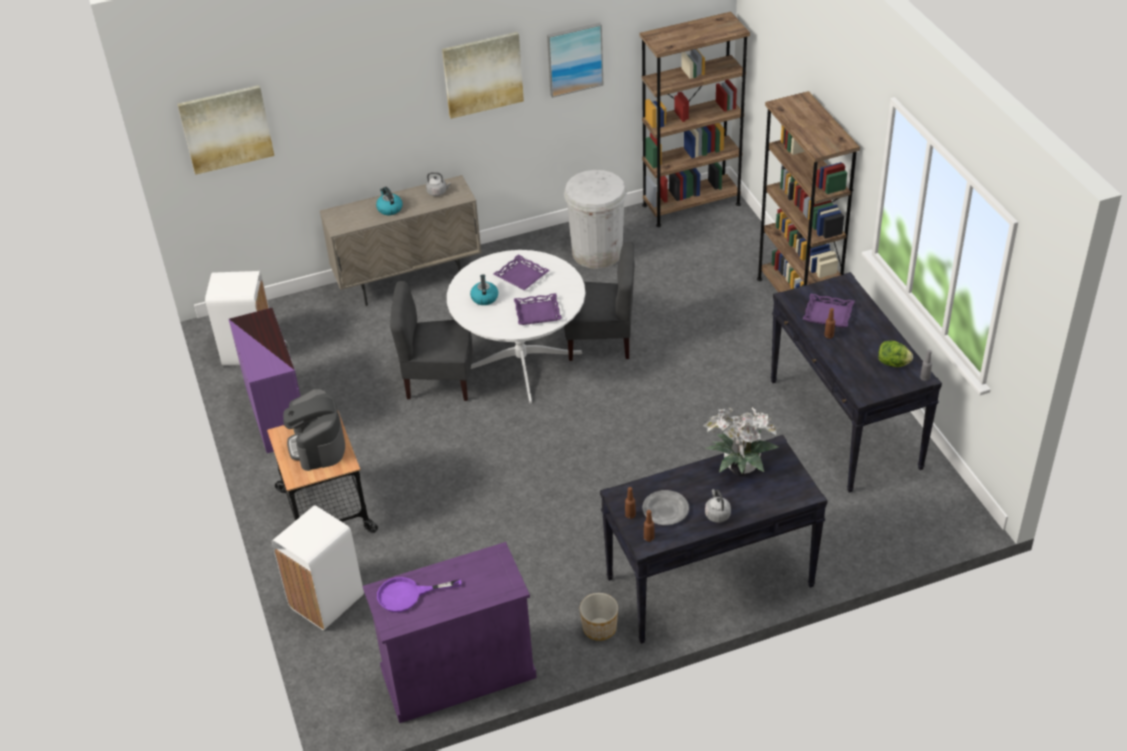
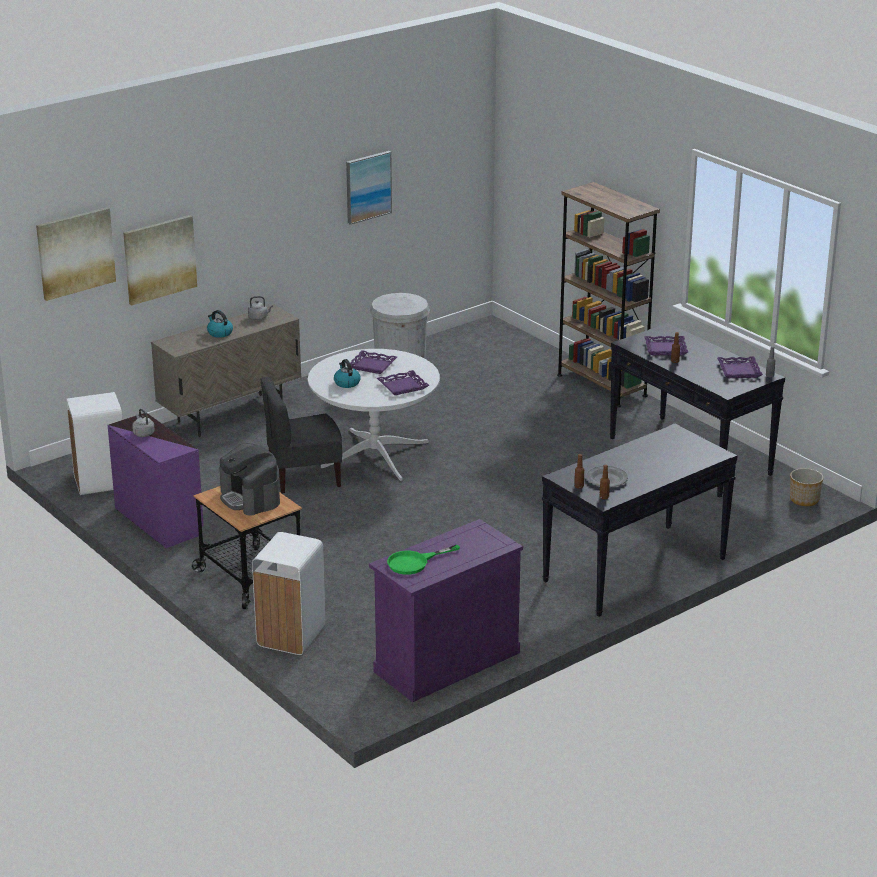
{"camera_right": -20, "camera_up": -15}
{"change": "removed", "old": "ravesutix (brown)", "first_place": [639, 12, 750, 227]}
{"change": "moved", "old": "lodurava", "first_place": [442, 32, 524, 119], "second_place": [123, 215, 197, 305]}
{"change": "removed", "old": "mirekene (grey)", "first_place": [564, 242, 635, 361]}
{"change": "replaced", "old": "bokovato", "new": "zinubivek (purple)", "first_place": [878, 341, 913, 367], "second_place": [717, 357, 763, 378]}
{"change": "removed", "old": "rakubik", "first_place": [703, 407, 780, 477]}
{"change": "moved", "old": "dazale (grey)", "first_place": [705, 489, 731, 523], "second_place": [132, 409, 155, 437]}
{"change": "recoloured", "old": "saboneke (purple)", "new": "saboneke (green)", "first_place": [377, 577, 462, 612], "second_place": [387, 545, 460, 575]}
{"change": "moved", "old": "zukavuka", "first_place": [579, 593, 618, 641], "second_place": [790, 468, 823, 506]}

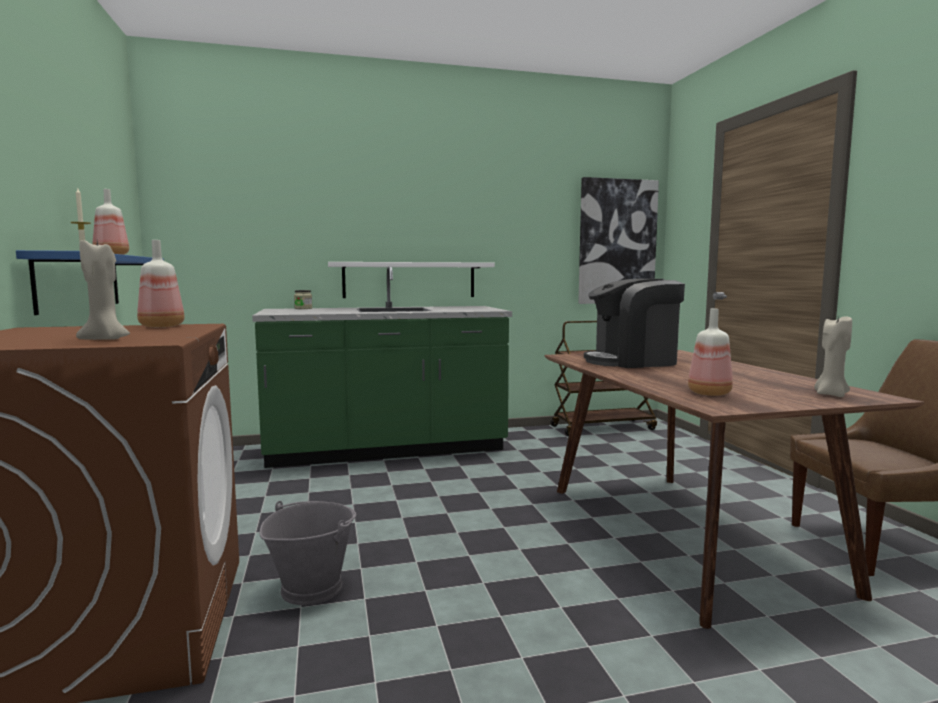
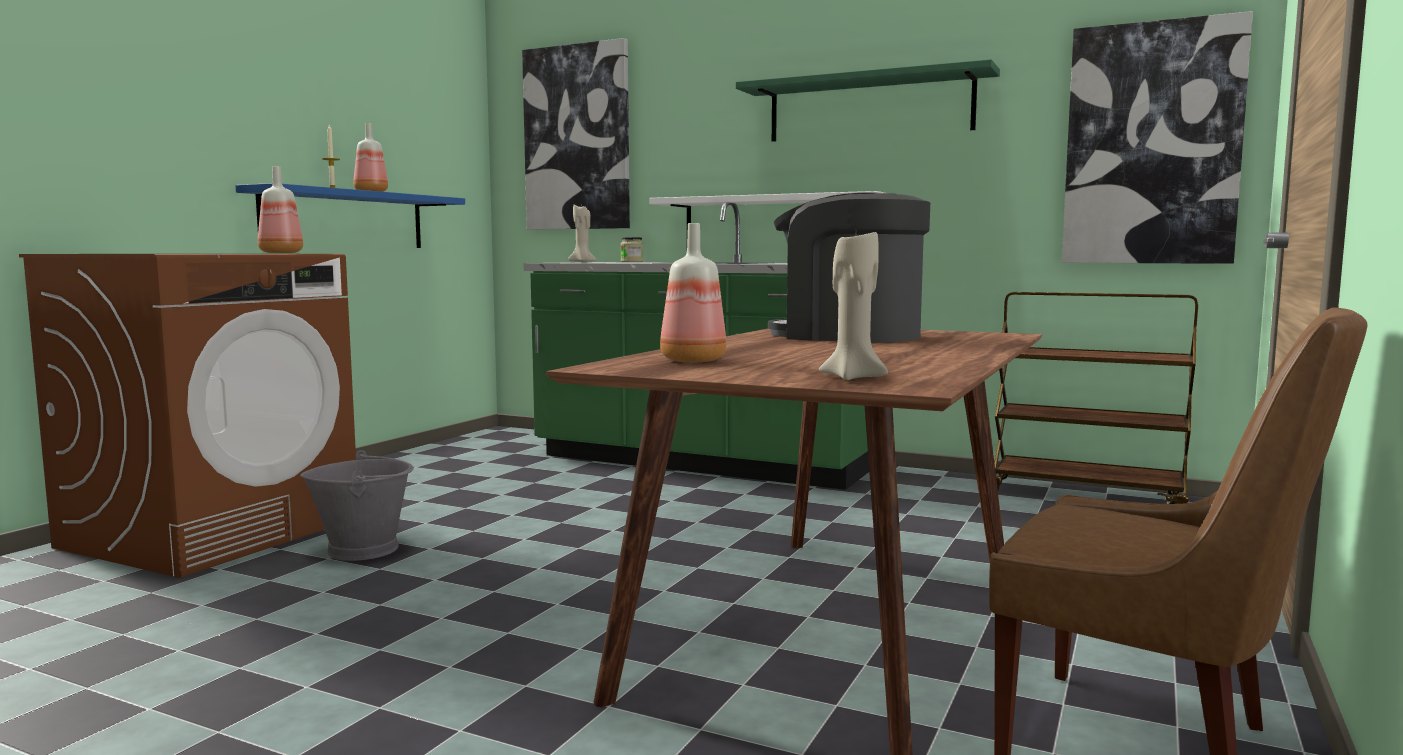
{"camera_right": 40, "camera_up": 0}
{"change": "moved", "old": "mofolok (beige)", "first_place": [76, 240, 130, 340], "second_place": [568, 204, 596, 262]}
{"change": "added", "new": "lodurava", "second_place": [522, 38, 630, 230]}
{"change": "added", "new": "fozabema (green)", "second_place": [736, 59, 1000, 142]}

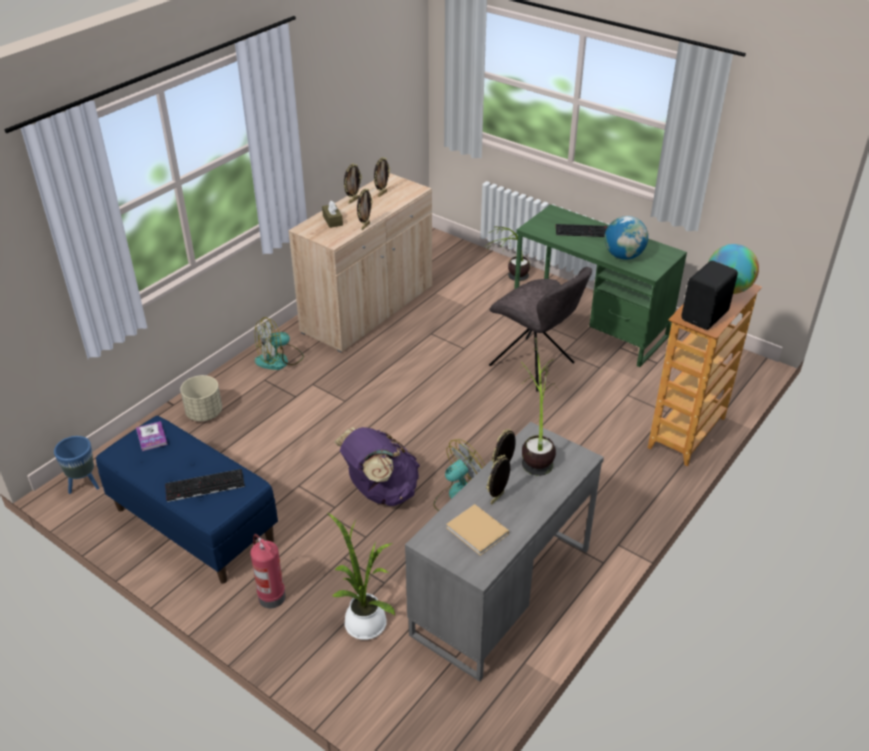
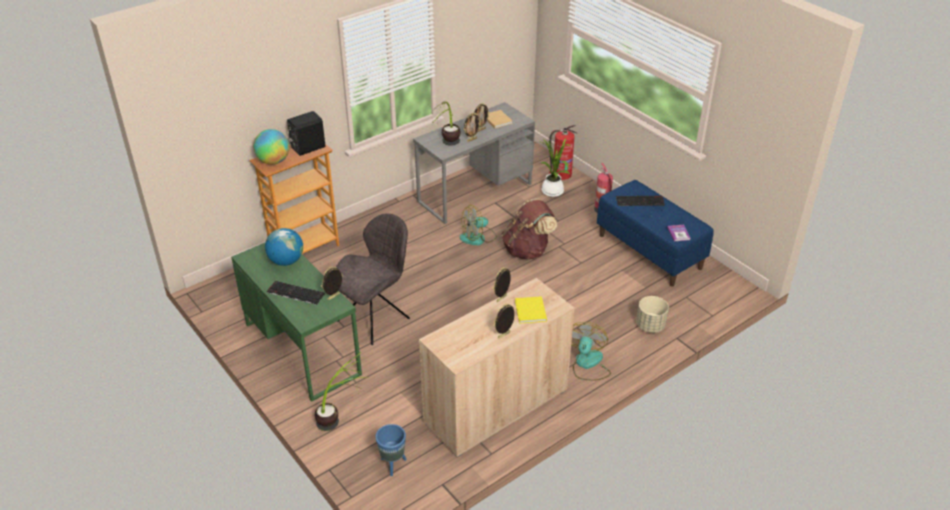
{"camera_right": -165, "camera_up": 0}
{"change": "moved", "old": "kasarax", "first_place": [374, 157, 390, 197], "second_place": [321, 266, 343, 300]}
{"change": "replaced", "old": "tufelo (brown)", "new": "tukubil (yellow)", "first_place": [322, 200, 343, 228], "second_place": [515, 296, 547, 324]}
{"change": "turned", "old": "mirekene (grey)", "first_place": [489, 267, 592, 392], "second_place": [336, 214, 410, 345], "degrees": 75}
{"change": "turned", "old": "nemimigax", "first_place": [255, 317, 304, 370], "second_place": [571, 322, 611, 381], "degrees": -60}
{"change": "recoloured", "old": "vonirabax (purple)", "new": "vonirabax (brown)", "first_place": [334, 427, 420, 506], "second_place": [502, 199, 557, 260]}
{"change": "moved", "old": "zukavuka (blue)", "first_place": [54, 436, 100, 494], "second_place": [375, 424, 407, 476]}
{"change": "added", "new": "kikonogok", "second_place": [549, 125, 577, 180]}

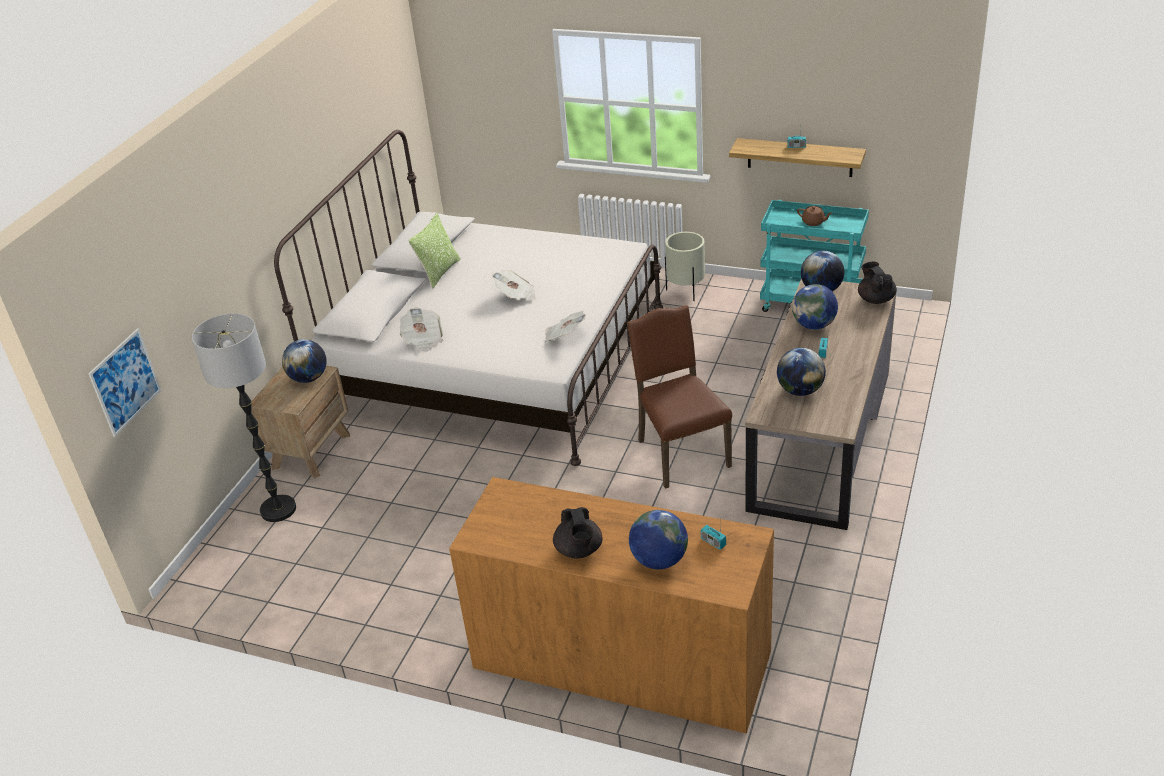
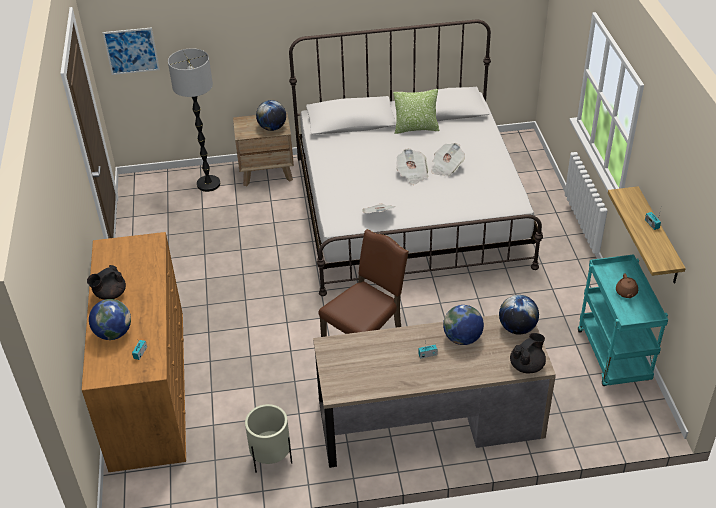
{"camera_right": 60, "camera_up": 5}
{"change": "moved", "old": "zukavuka (beige)", "first_place": [665, 232, 705, 301], "second_place": [245, 404, 292, 473]}
{"change": "moved", "old": "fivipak", "first_place": [400, 307, 443, 354], "second_place": [431, 143, 465, 176]}
{"change": "removed", "old": "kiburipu", "first_place": [777, 348, 826, 396]}

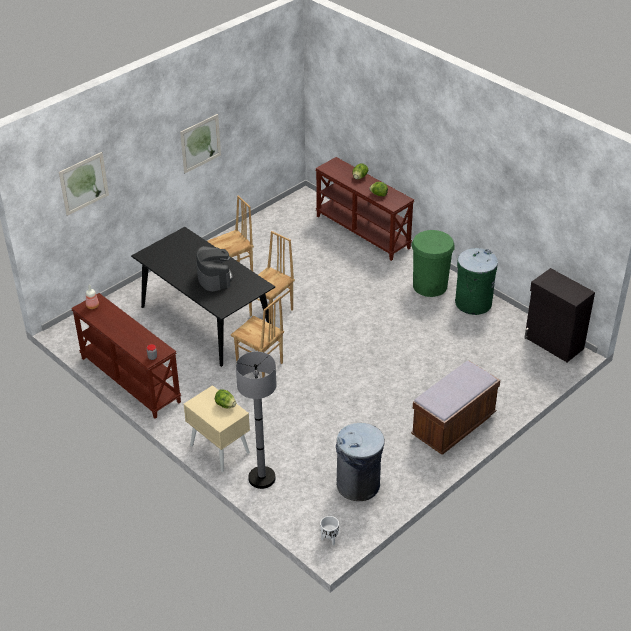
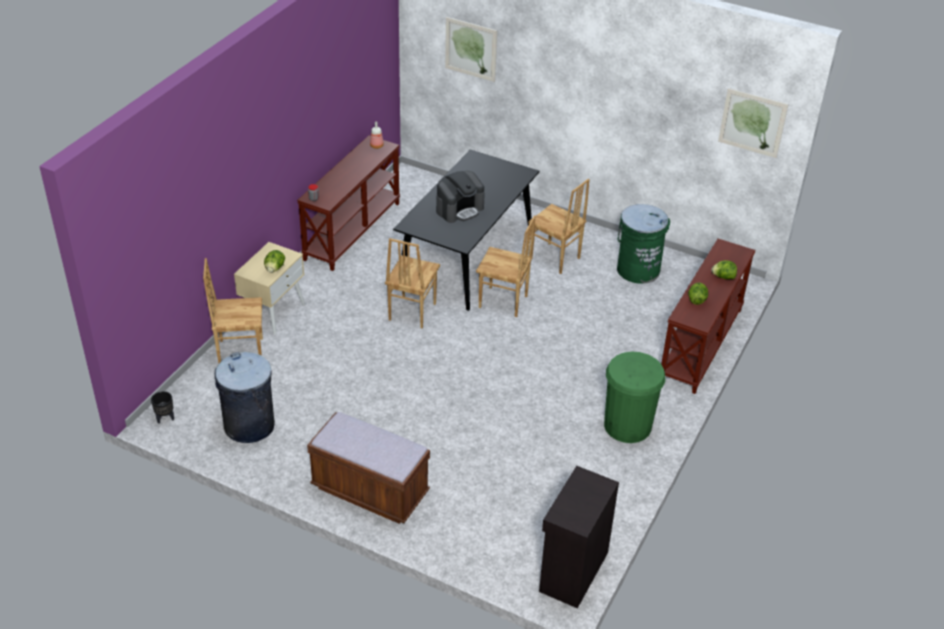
{"camera_right": 70, "camera_up": 0}
{"change": "moved", "old": "lodurava", "first_place": [180, 114, 221, 173], "second_place": [718, 88, 788, 158]}
{"change": "moved", "old": "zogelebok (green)", "first_place": [455, 248, 498, 315], "second_place": [617, 204, 670, 284]}
{"change": "replaced", "old": "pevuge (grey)", "new": "mirekene (brown)", "first_place": [236, 352, 277, 489], "second_place": [203, 258, 263, 363]}
{"change": "recoloured", "old": "zukavuka (white)", "new": "zukavuka (black)", "first_place": [320, 516, 339, 545], "second_place": [151, 391, 174, 424]}

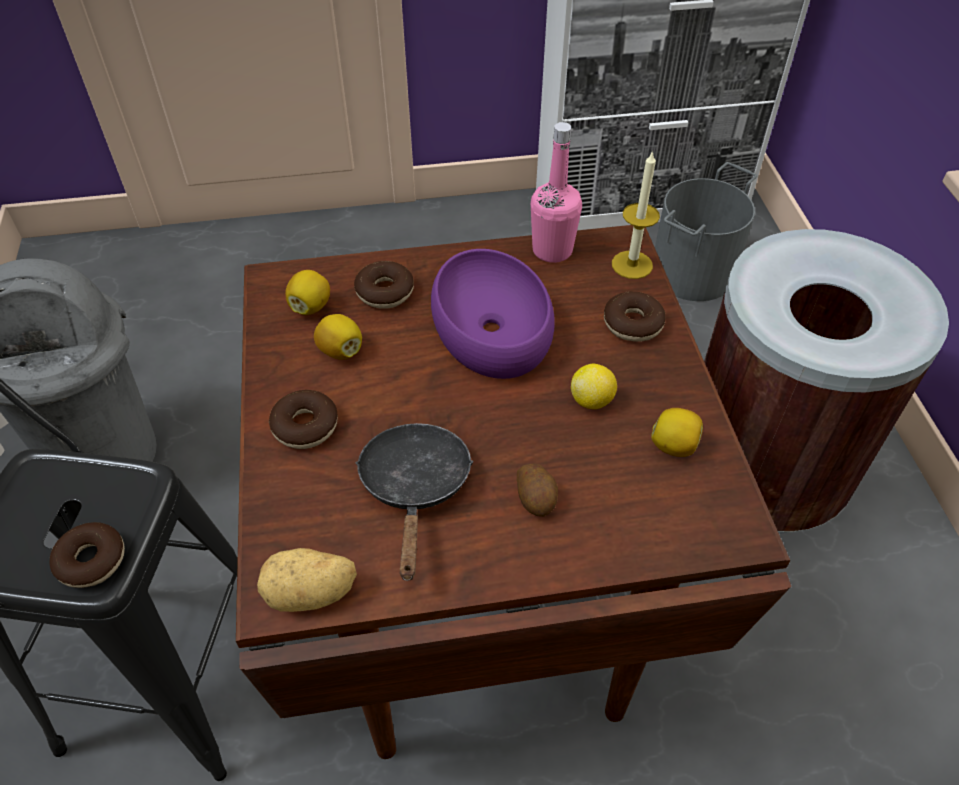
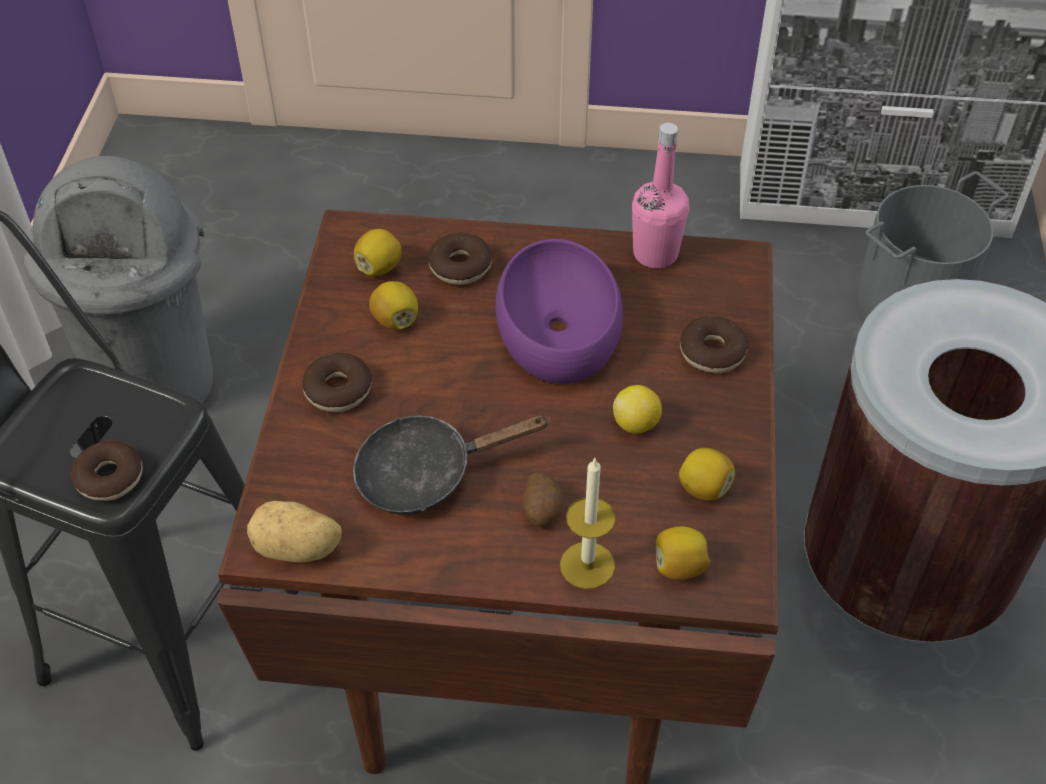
{"camera_right": 15, "camera_up": 0}
{"change": "moved", "old": "mofolok", "first_place": [612, 150, 660, 279], "second_place": [560, 457, 615, 589]}
{"change": "turned", "old": "saboneke (black)", "first_place": [356, 423, 473, 581], "second_place": [353, 415, 550, 515], "degrees": -120}
{"change": "added", "new": "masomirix", "second_place": [656, 526, 710, 580]}

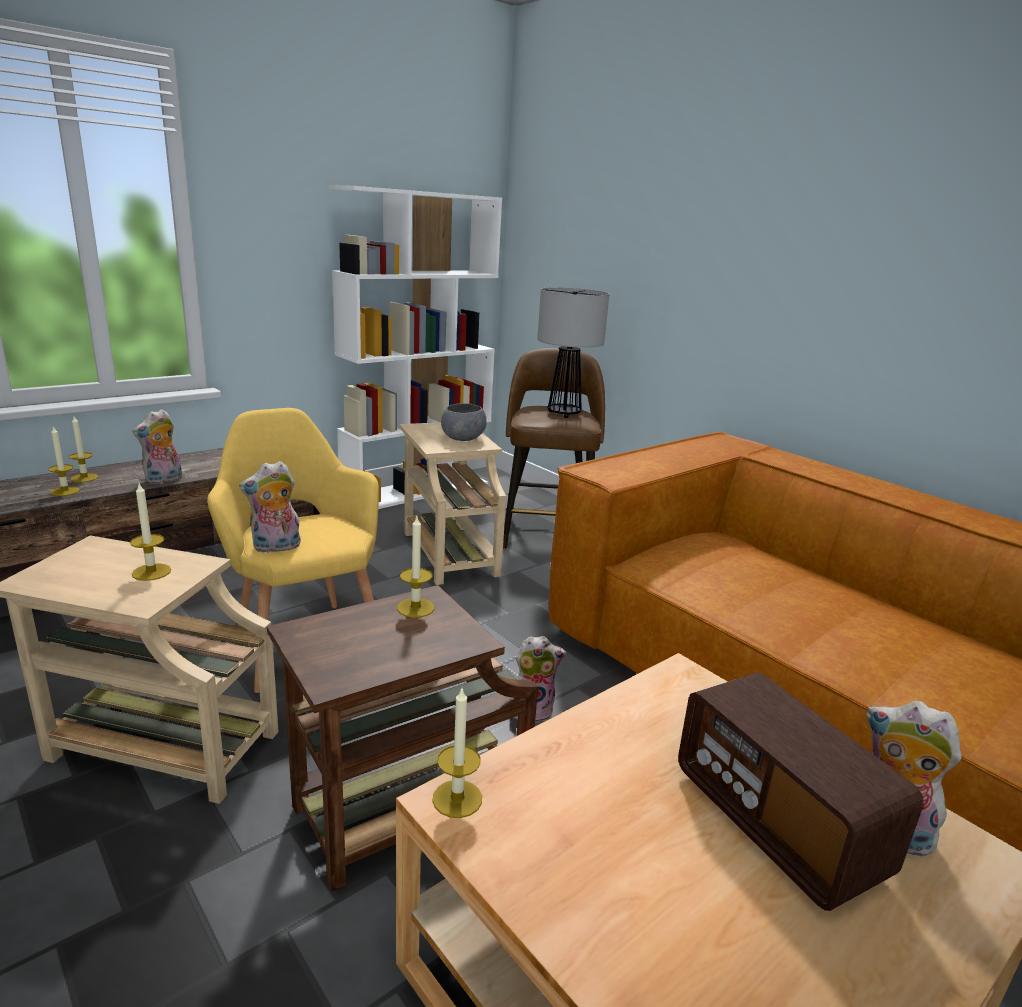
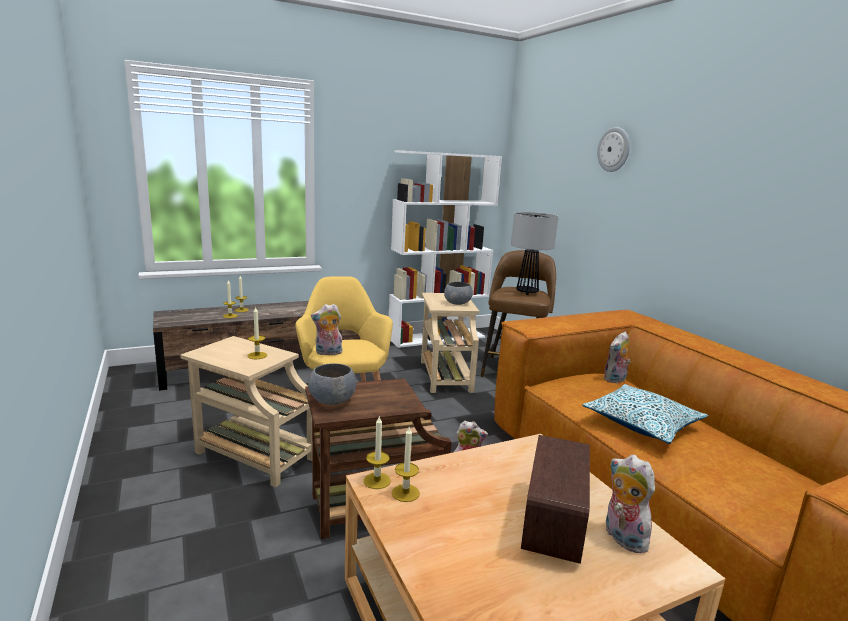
{"camera_right": 15, "camera_up": -5}
{"change": "moved", "old": "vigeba", "first_place": [132, 409, 182, 484], "second_place": [604, 332, 631, 383]}
{"change": "moved", "old": "mofolok", "first_place": [397, 516, 435, 618], "second_place": [392, 427, 420, 502]}
{"change": "turned", "old": "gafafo", "first_place": [678, 672, 923, 911], "second_place": [521, 435, 590, 564], "degrees": -150}
{"change": "added", "new": "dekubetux", "second_place": [597, 127, 630, 172]}
{"change": "added", "new": "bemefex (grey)", "second_place": [308, 363, 356, 405]}
{"change": "added", "new": "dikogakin", "second_place": [582, 384, 708, 444]}

